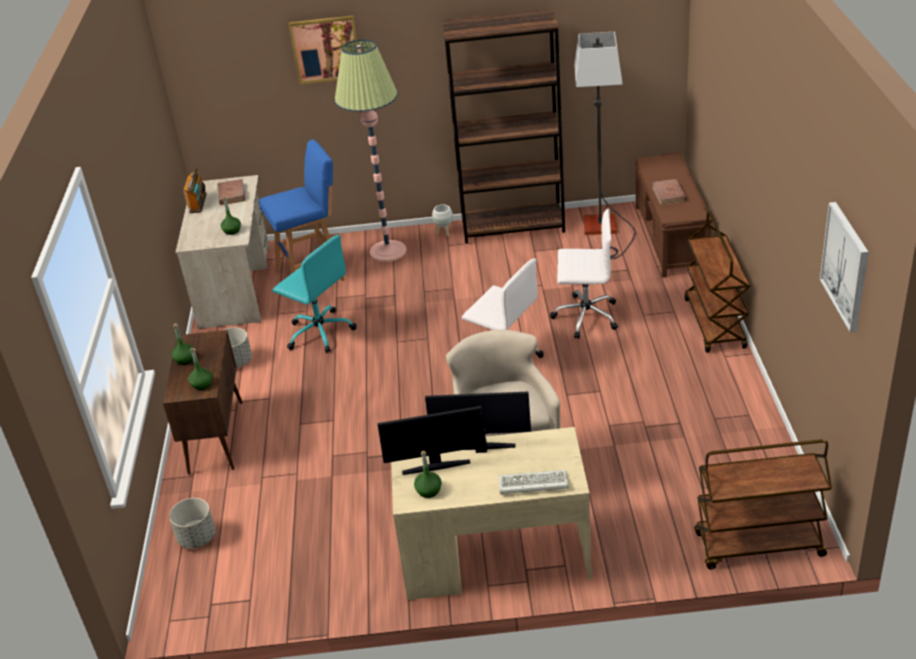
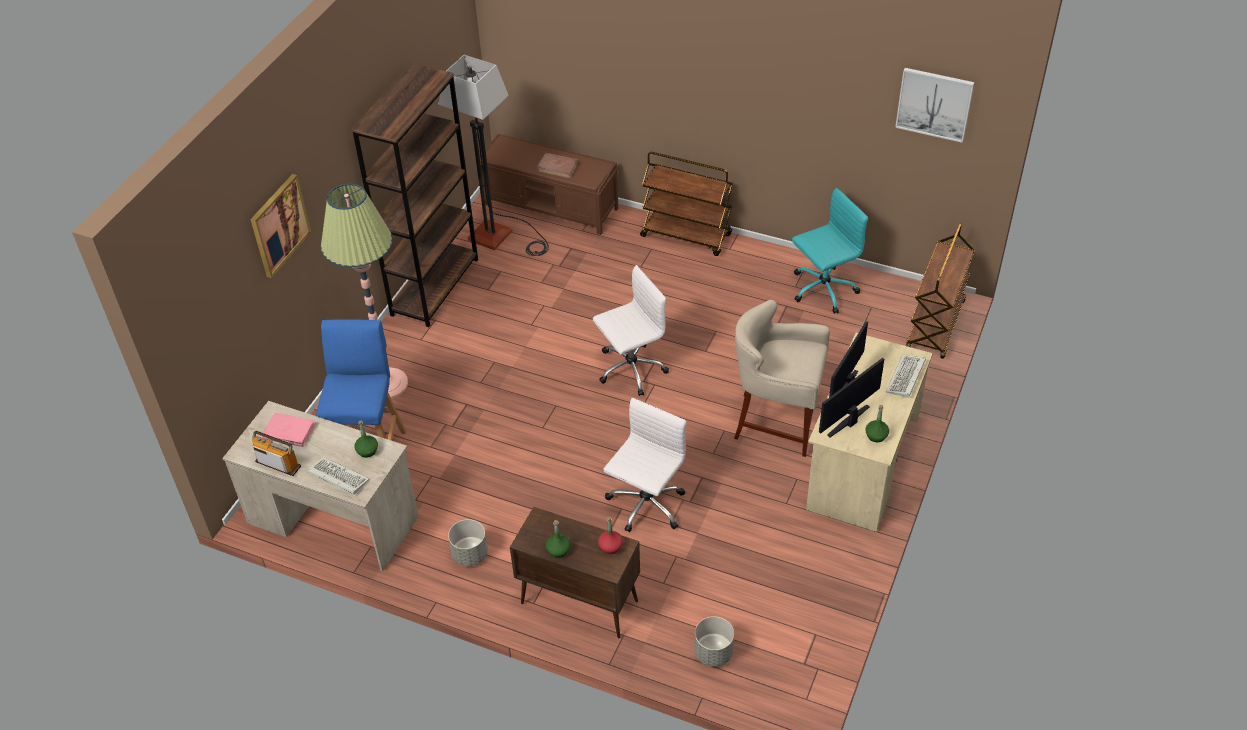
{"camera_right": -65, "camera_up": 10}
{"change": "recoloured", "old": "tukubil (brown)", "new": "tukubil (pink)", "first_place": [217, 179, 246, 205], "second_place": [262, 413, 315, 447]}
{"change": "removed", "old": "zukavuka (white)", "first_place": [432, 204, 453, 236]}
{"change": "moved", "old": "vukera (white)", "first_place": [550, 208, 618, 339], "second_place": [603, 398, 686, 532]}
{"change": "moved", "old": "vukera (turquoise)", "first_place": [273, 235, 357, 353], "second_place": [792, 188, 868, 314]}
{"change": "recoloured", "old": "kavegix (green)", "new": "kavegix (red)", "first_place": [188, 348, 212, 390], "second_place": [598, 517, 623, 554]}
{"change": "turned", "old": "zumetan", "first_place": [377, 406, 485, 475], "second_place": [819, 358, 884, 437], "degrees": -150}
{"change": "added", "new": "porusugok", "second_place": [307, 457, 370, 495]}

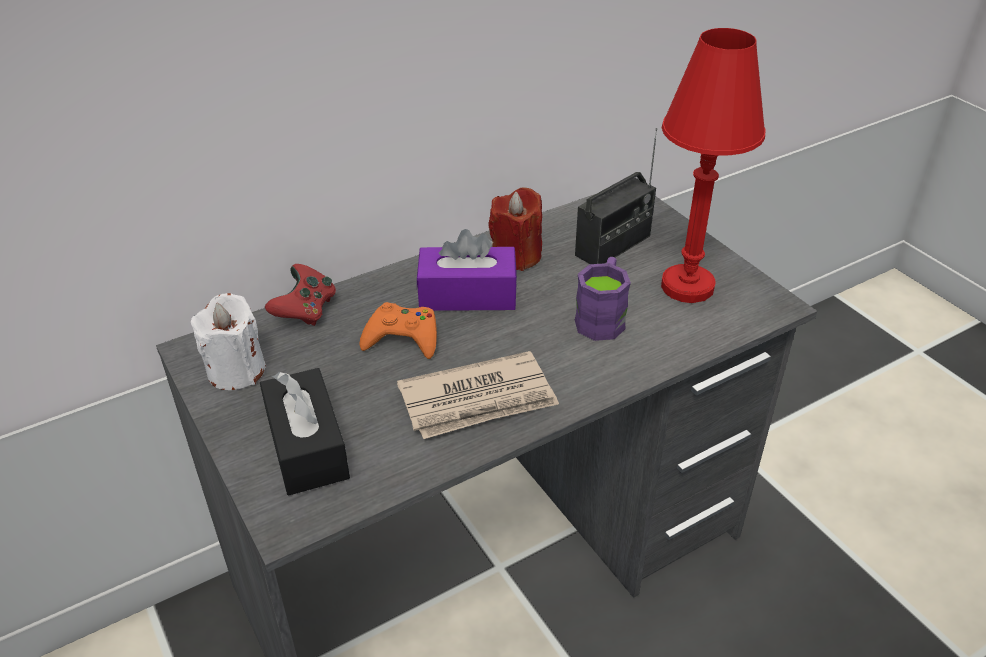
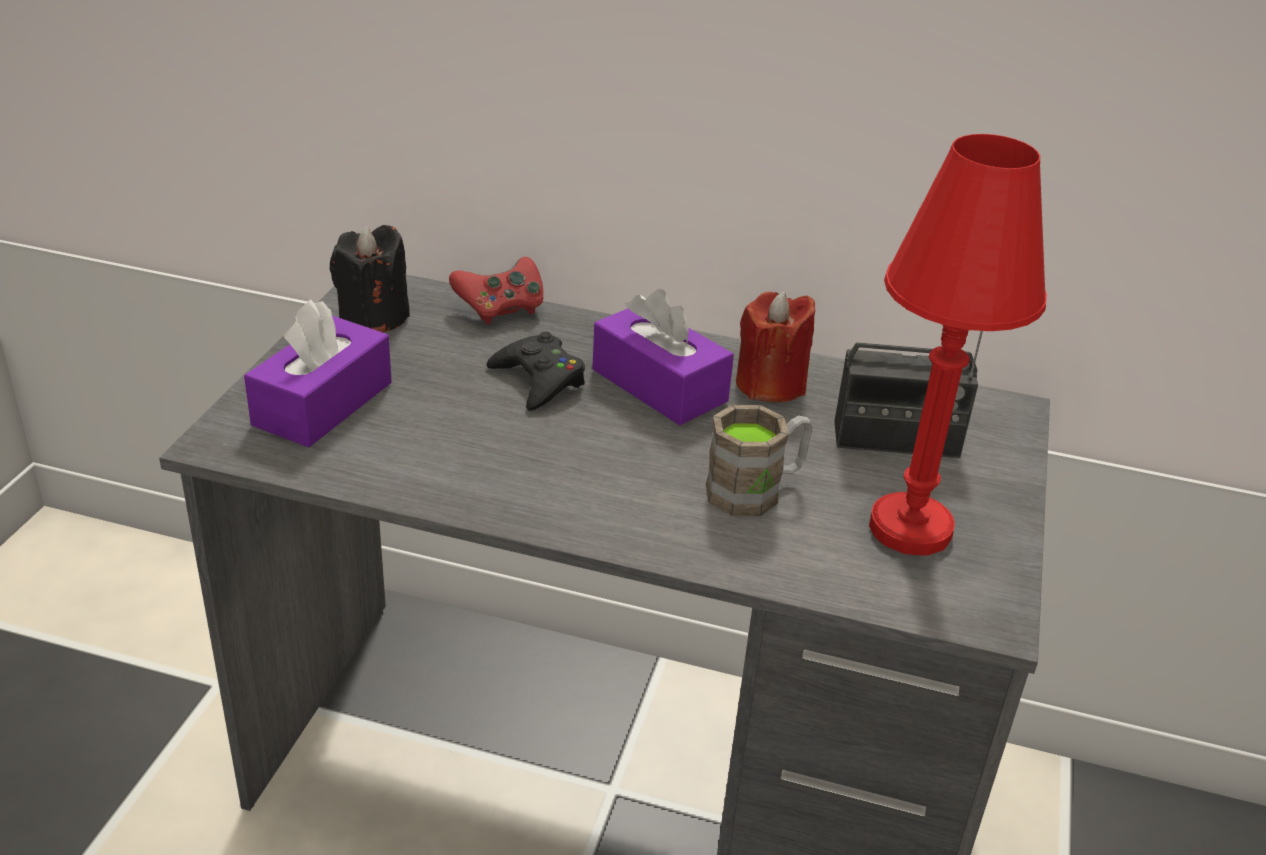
{"camera_right": 45, "camera_up": -5}
{"change": "recoloured", "old": "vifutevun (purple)", "new": "vifutevun (brown)", "first_place": [575, 257, 631, 341], "second_place": [706, 405, 812, 516]}
{"change": "recoloured", "old": "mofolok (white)", "new": "mofolok (black)", "first_place": [191, 293, 266, 390], "second_place": [330, 225, 410, 332]}
{"change": "recoloured", "old": "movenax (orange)", "new": "movenax (black)", "first_place": [359, 302, 437, 359], "second_place": [487, 332, 585, 411]}
{"change": "removed", "old": "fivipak", "first_place": [397, 351, 559, 439]}
{"change": "recoloured", "old": "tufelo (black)", "new": "tufelo (purple)", "first_place": [260, 368, 350, 495], "second_place": [244, 300, 392, 447]}

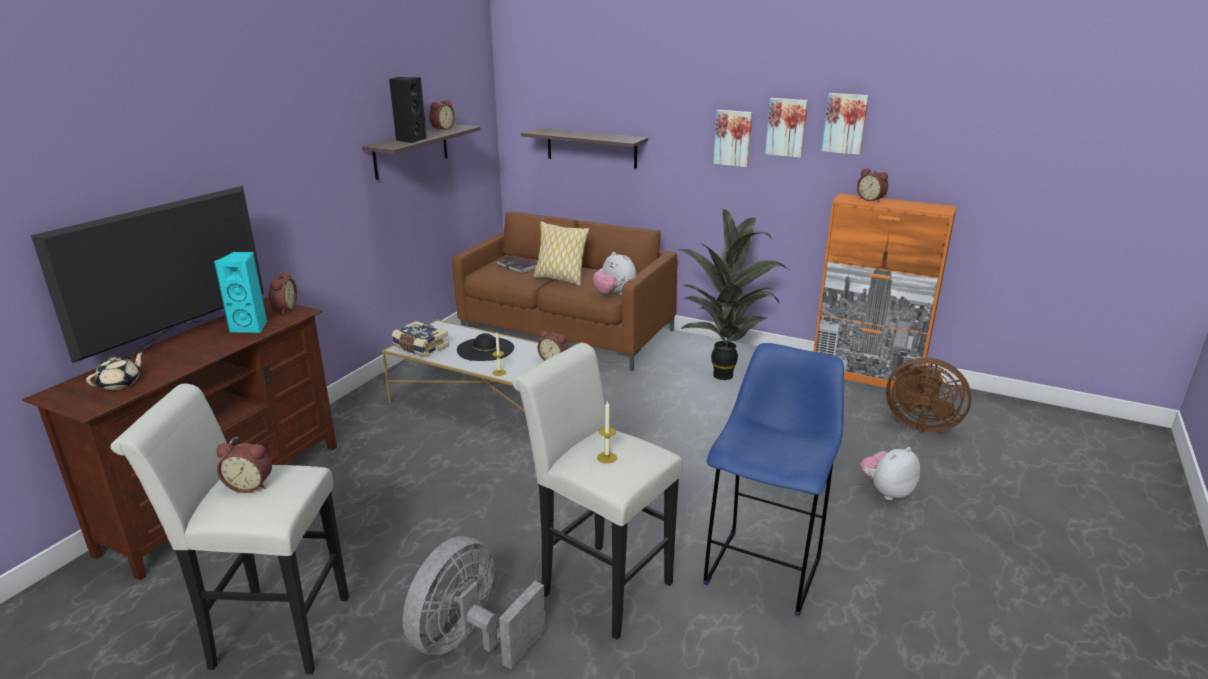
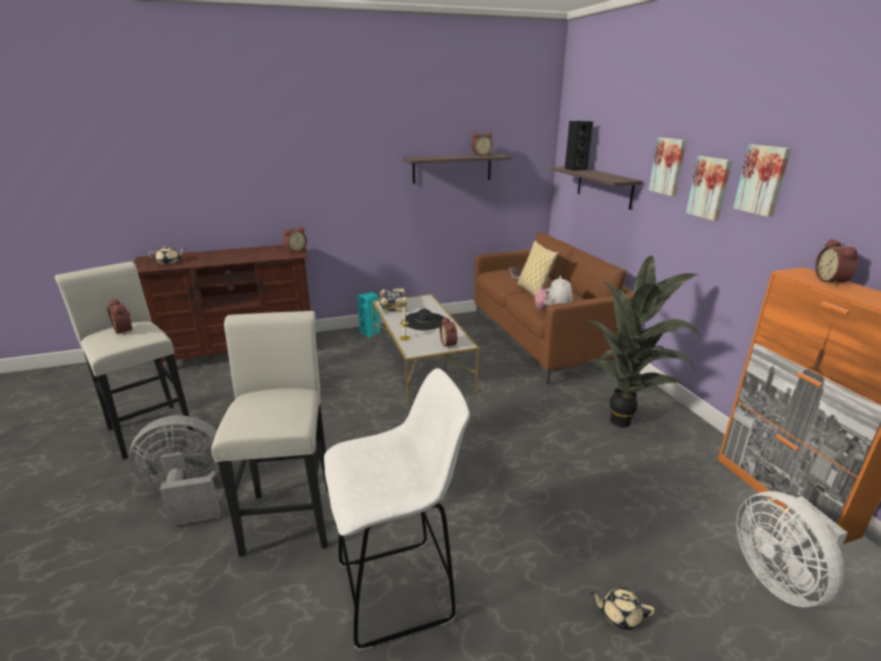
{"camera_right": 45, "camera_up": 0}
{"change": "moved", "old": "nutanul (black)", "first_place": [389, 77, 427, 143], "second_place": [565, 121, 593, 171]}
{"change": "moved", "old": "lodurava", "first_place": [822, 93, 869, 155], "second_place": [649, 137, 687, 196]}
{"change": "removed", "old": "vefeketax", "first_place": [31, 186, 264, 363]}
{"change": "moved", "old": "nutanul (turquoise)", "first_place": [214, 252, 267, 333], "second_place": [357, 292, 381, 338]}
{"change": "recoloured", "old": "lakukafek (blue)", "new": "lakukafek (white)", "first_place": [703, 343, 844, 616], "second_place": [324, 368, 470, 652]}
{"change": "recoloured", "old": "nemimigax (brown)", "new": "nemimigax (white)", "first_place": [886, 358, 971, 433], "second_place": [736, 491, 848, 608]}
{"change": "removed", "old": "mofolok", "first_place": [597, 401, 617, 464]}
{"change": "replaced", "old": "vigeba", "new": "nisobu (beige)", "first_place": [860, 447, 920, 500], "second_place": [590, 588, 655, 630]}

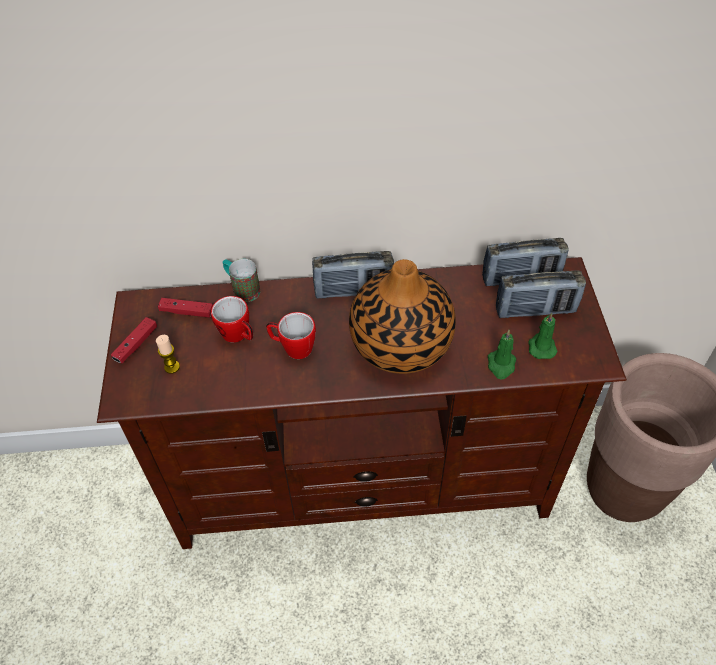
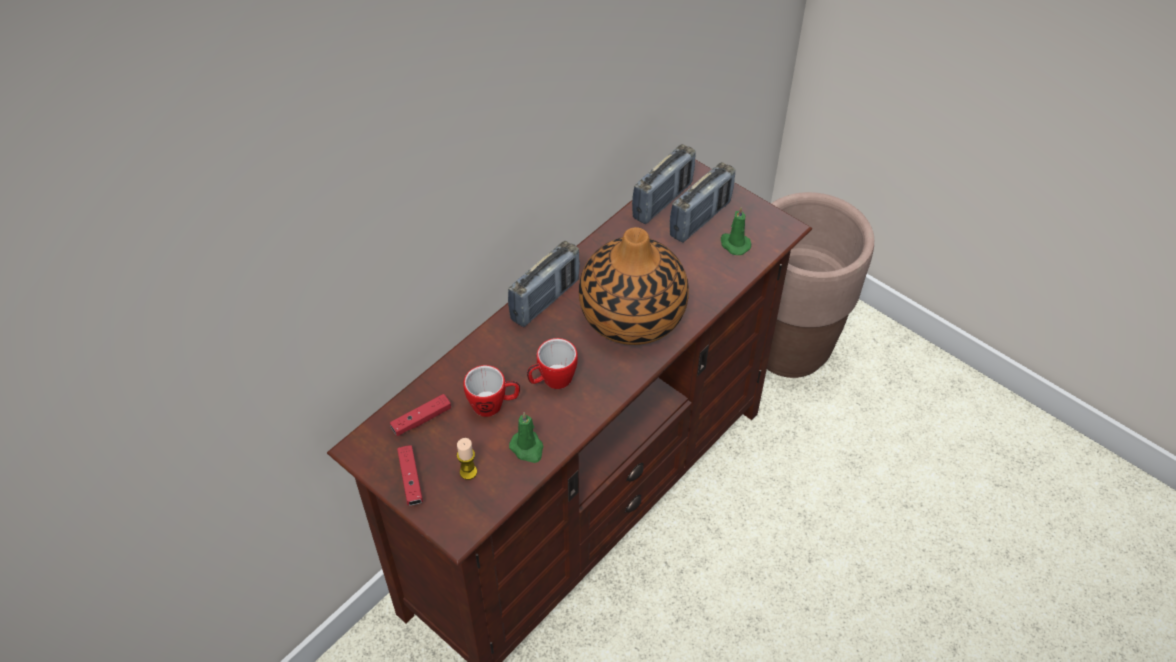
{"camera_right": -45, "camera_up": 0}
{"change": "removed", "old": "vifutevun", "first_place": [223, 259, 260, 302]}
{"change": "moved", "old": "mofolok (green)", "first_place": [488, 330, 516, 380], "second_place": [509, 412, 544, 463]}

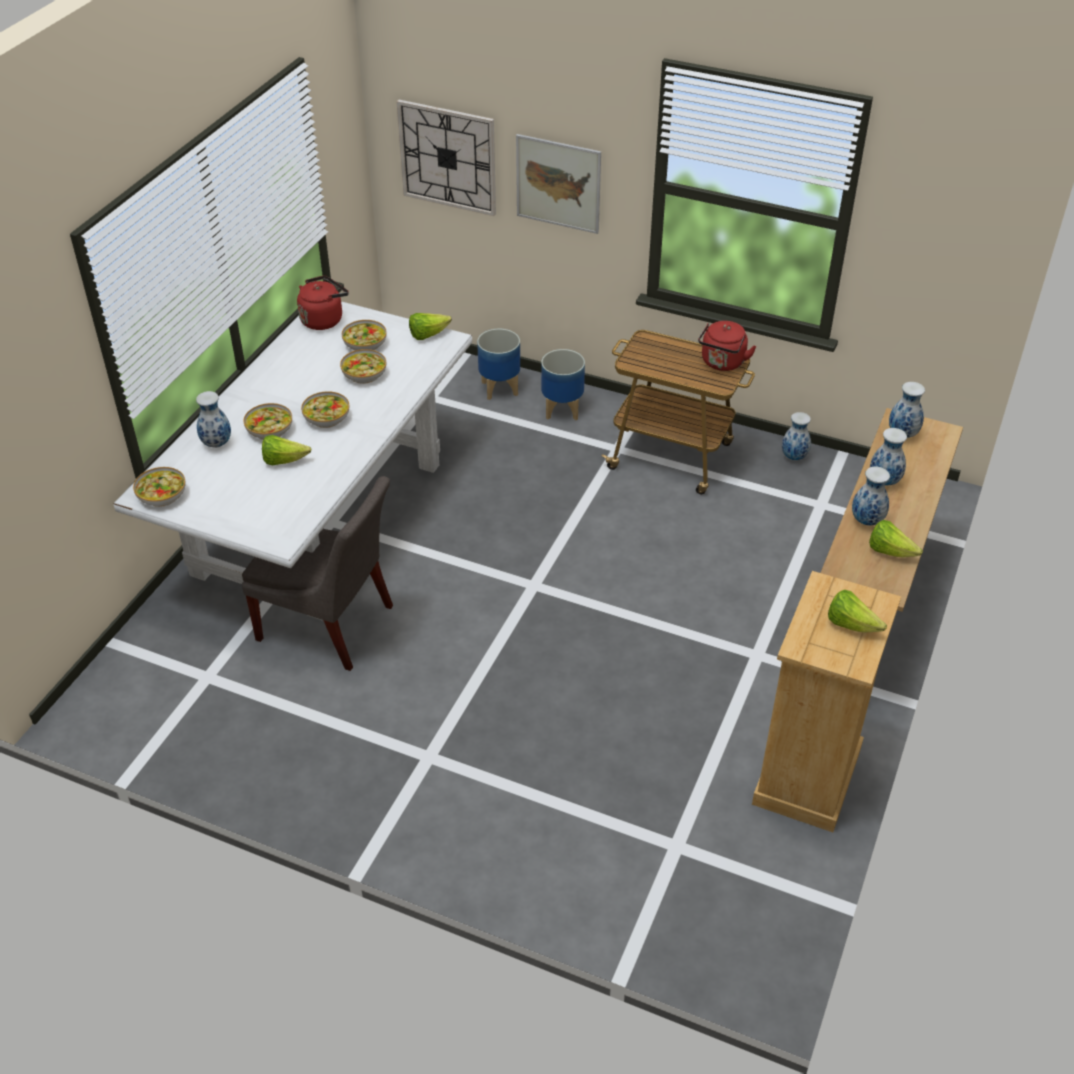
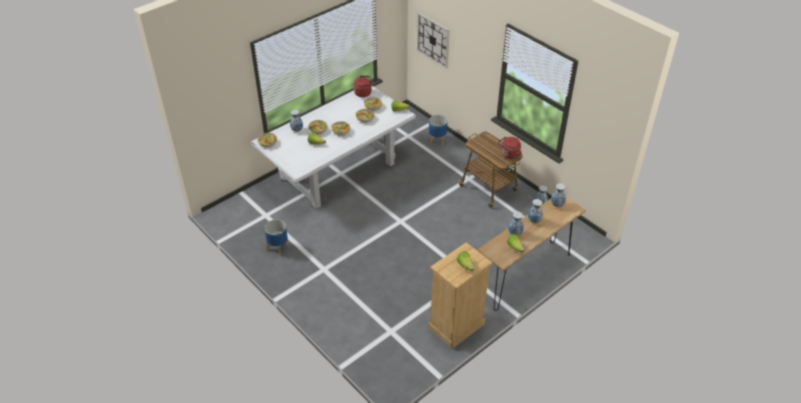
{"camera_right": 25, "camera_up": 0}
{"change": "removed", "old": "lodurava", "first_place": [516, 134, 601, 234]}
{"change": "moved", "old": "zukavuka", "first_place": [541, 349, 585, 420], "second_place": [264, 219, 289, 255]}
{"change": "removed", "old": "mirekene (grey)", "first_place": [242, 476, 393, 671]}

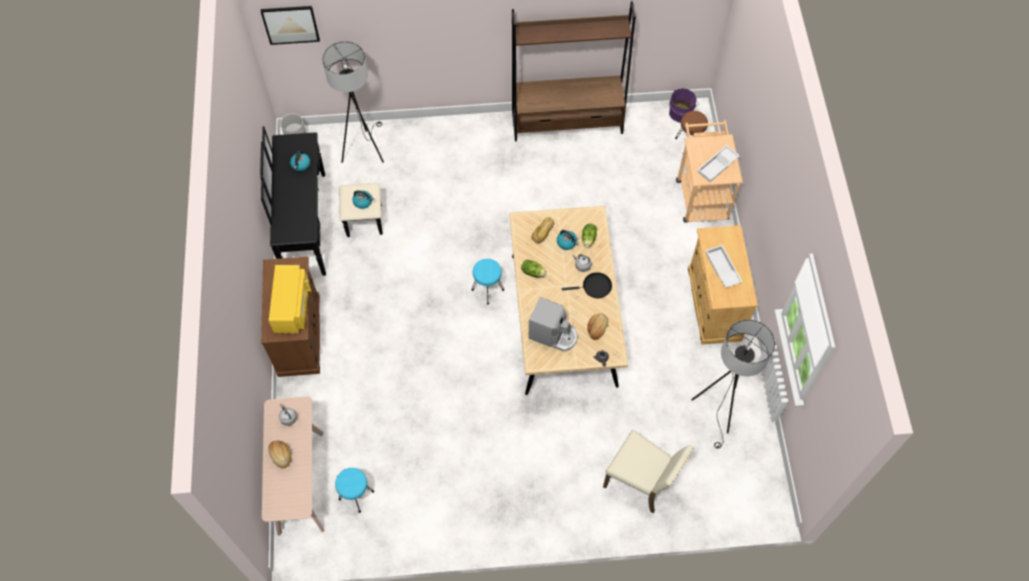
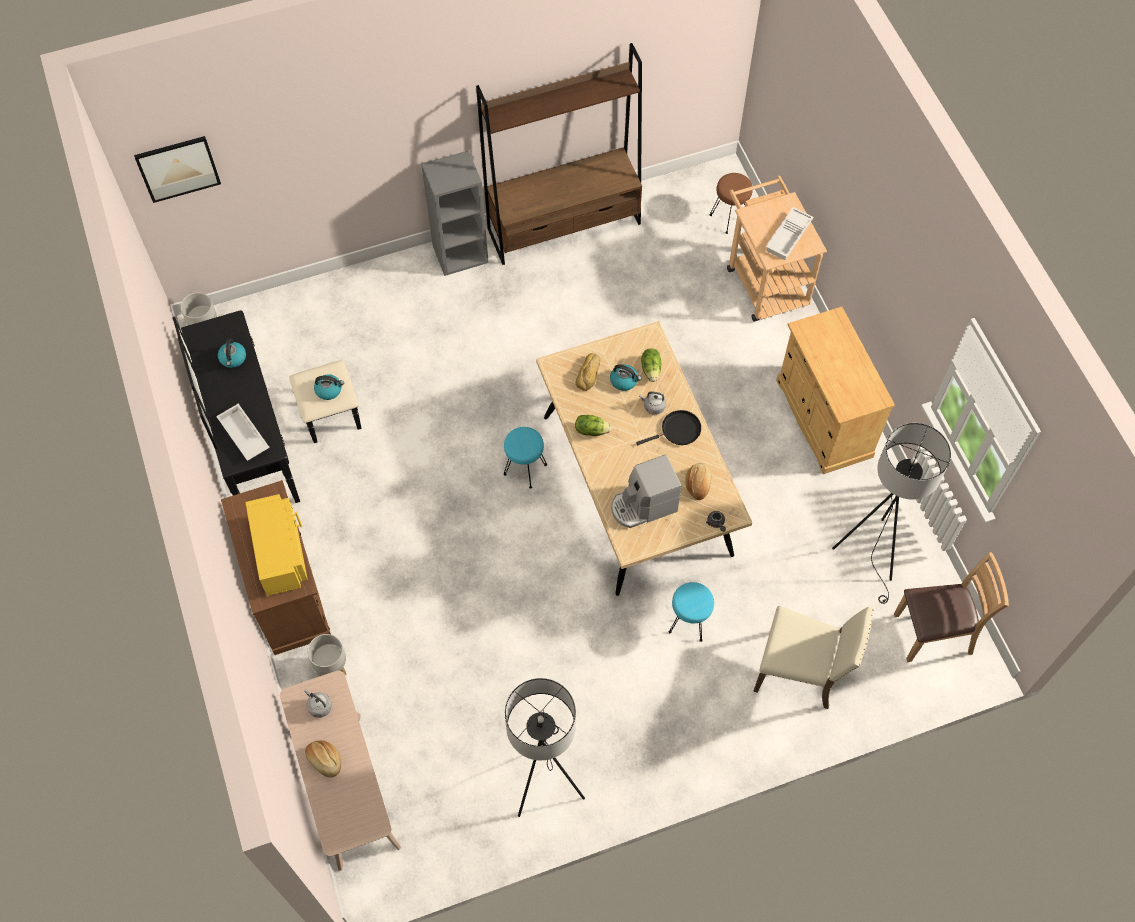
{"camera_right": -15, "camera_up": 0}
{"change": "moved", "old": "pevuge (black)", "first_place": [322, 41, 384, 163], "second_place": [505, 678, 585, 817]}
{"change": "removed", "old": "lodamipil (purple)", "first_place": [669, 88, 698, 123]}
{"change": "moved", "old": "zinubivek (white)", "first_place": [706, 245, 742, 288], "second_place": [216, 404, 270, 461]}
{"change": "turned", "old": "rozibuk", "first_place": [529, 297, 577, 351], "second_place": [611, 455, 682, 528], "degrees": 150}
{"change": "moved", "old": "lakukafek (turquoise)", "first_place": [335, 468, 374, 513], "second_place": [669, 582, 714, 642]}
{"change": "added", "new": "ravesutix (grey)", "second_place": [421, 151, 488, 276]}
{"change": "added", "new": "mirekene (brown)", "second_place": [894, 552, 1009, 662]}
{"change": "added", "new": "zukavuka (grey)", "second_place": [307, 634, 346, 676]}

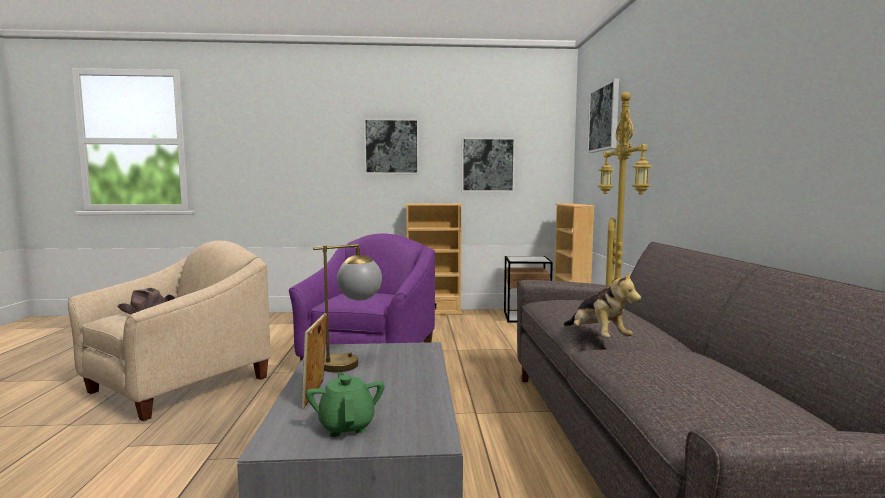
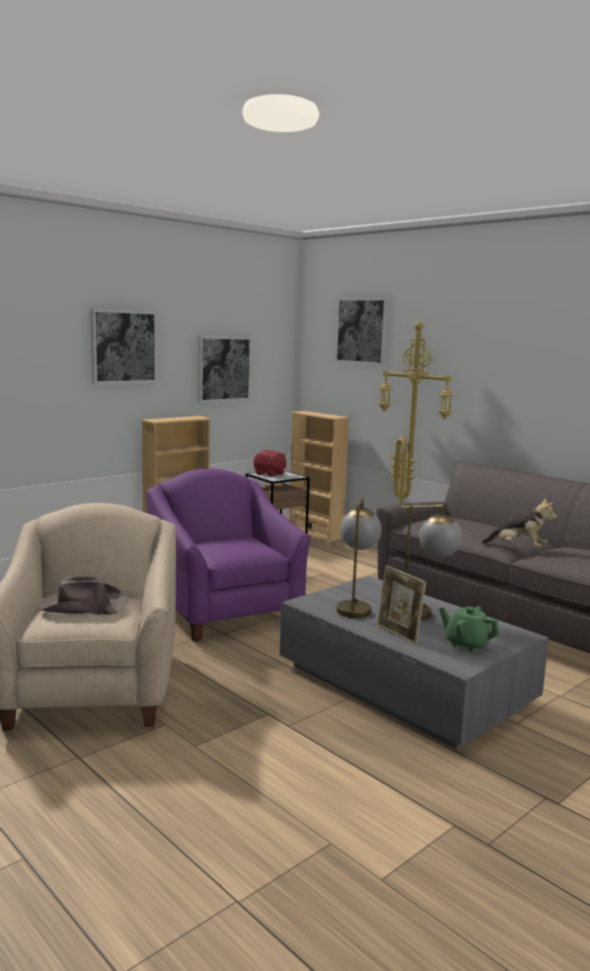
{"camera_right": -40, "camera_up": 5}
{"change": "added", "new": "vigeba (red)", "second_place": [253, 450, 286, 477]}
{"change": "added", "new": "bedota", "second_place": [400, 504, 462, 621]}

